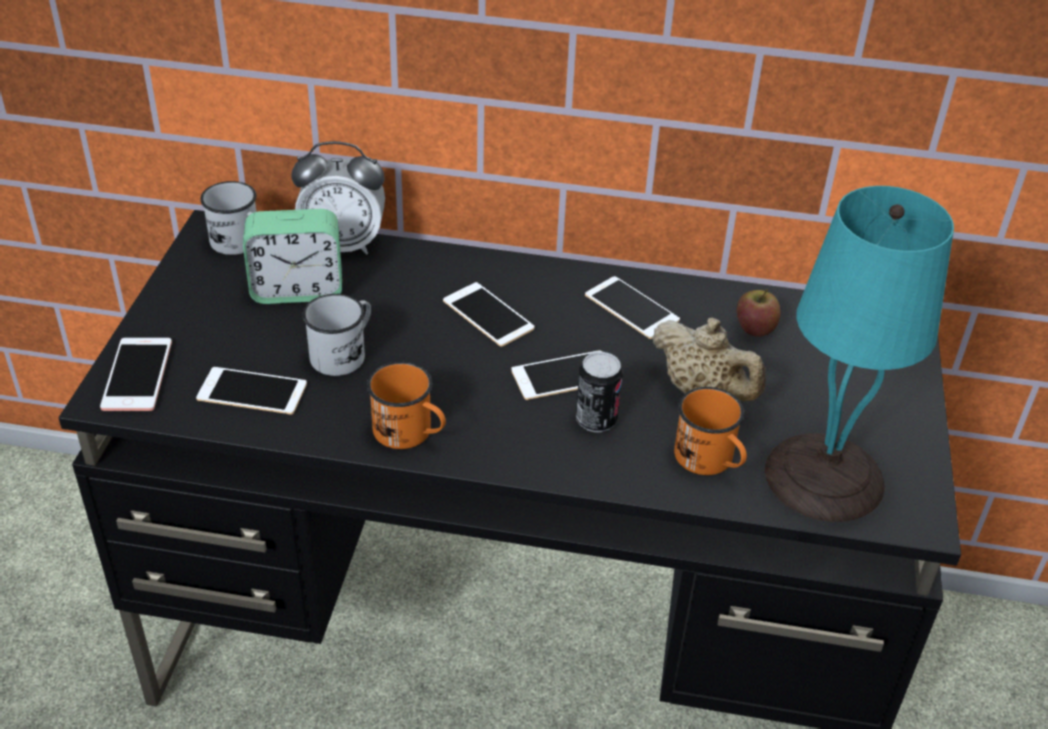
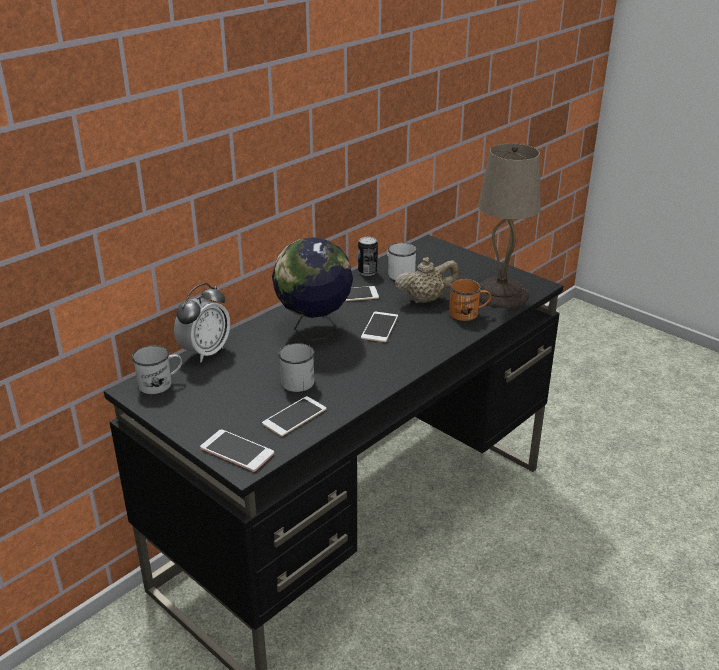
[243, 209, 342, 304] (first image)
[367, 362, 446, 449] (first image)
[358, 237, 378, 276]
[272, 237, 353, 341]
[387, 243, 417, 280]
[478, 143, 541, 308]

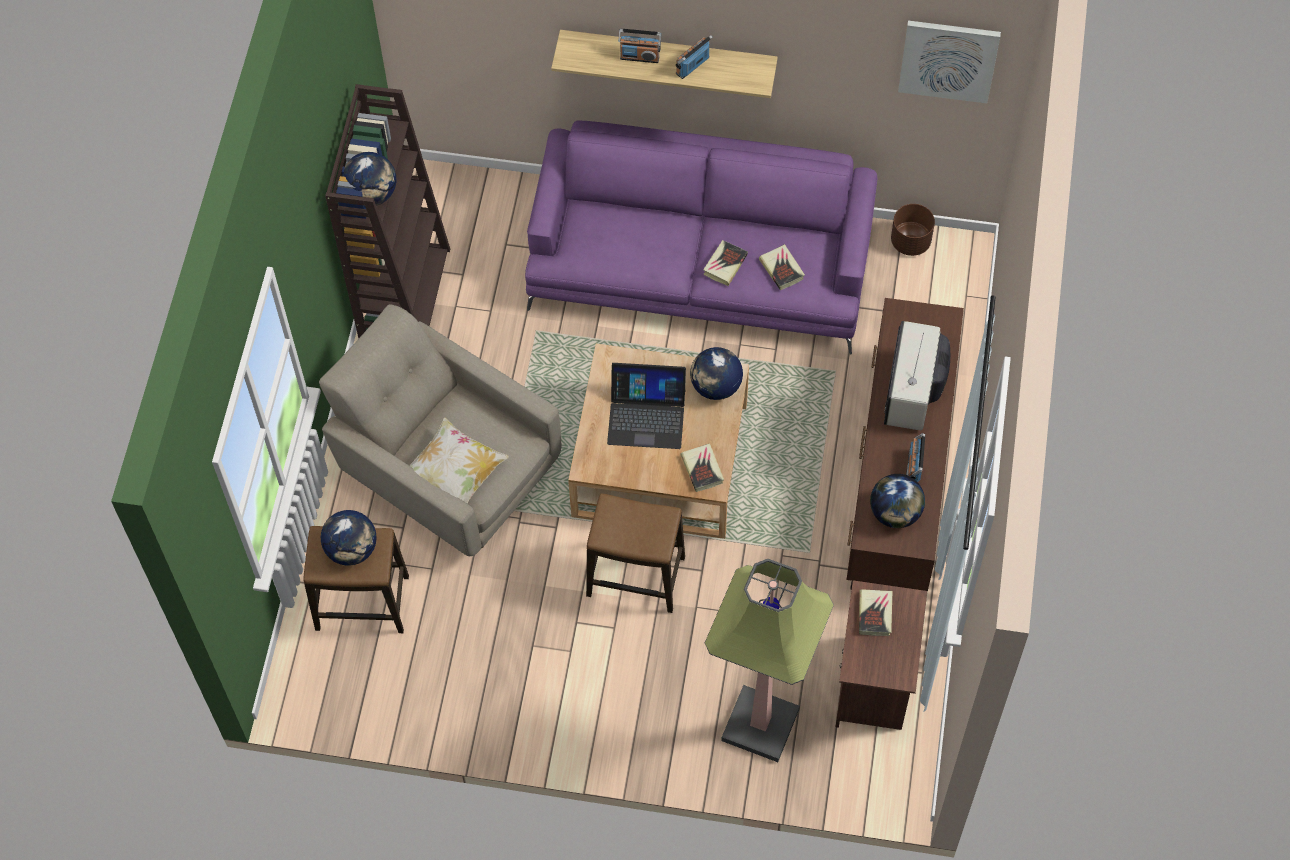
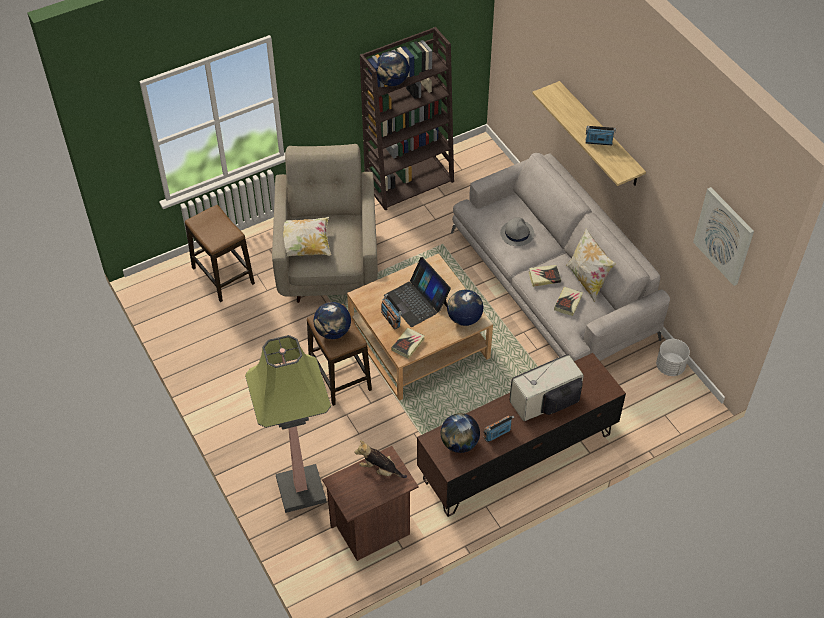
[500, 217, 534, 246]
[566, 228, 616, 302]
[314, 302, 351, 339]
[381, 294, 402, 330]
[354, 440, 407, 478]
[451, 153, 670, 361]
[656, 339, 690, 376]

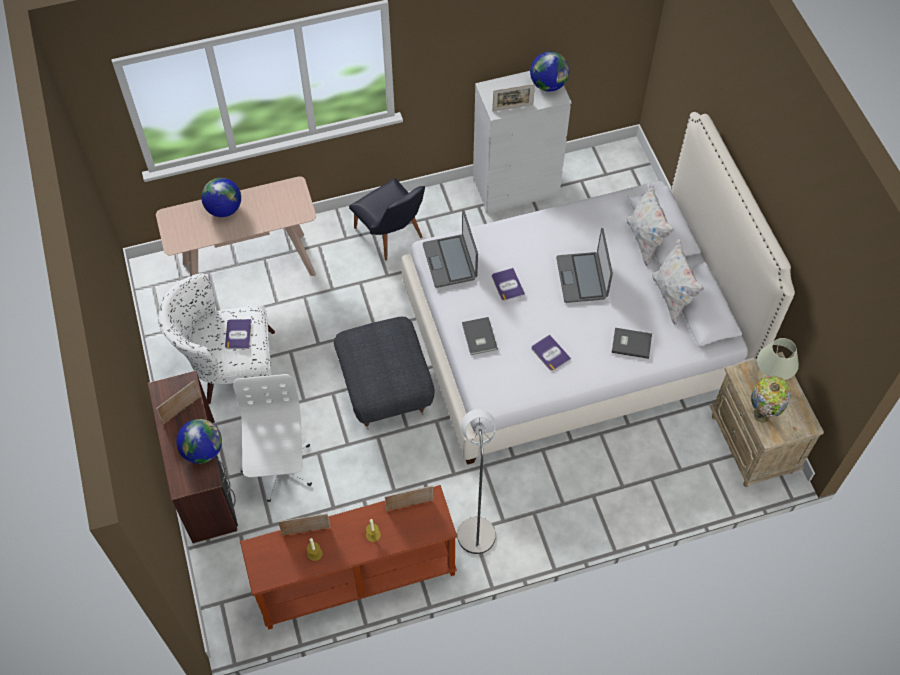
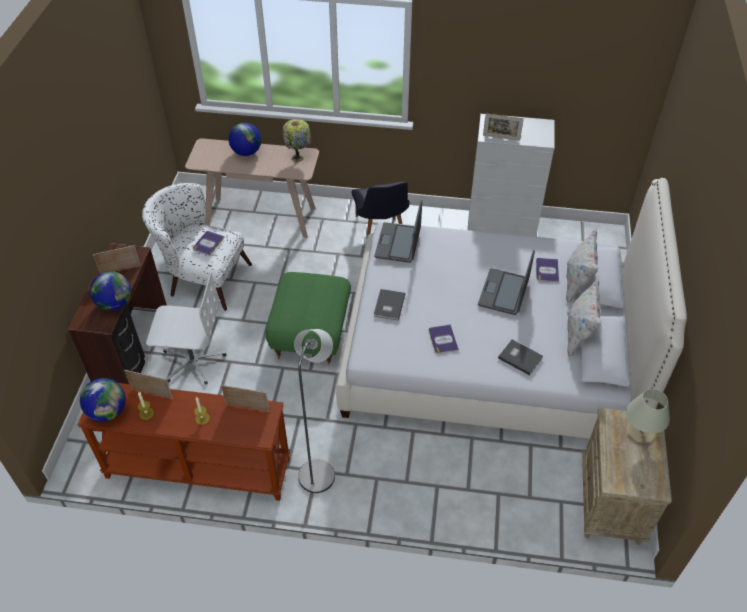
[536, 258, 559, 283]
[80, 378, 126, 422]
[283, 119, 311, 162]
[266, 272, 351, 365]
[146, 272, 226, 385]

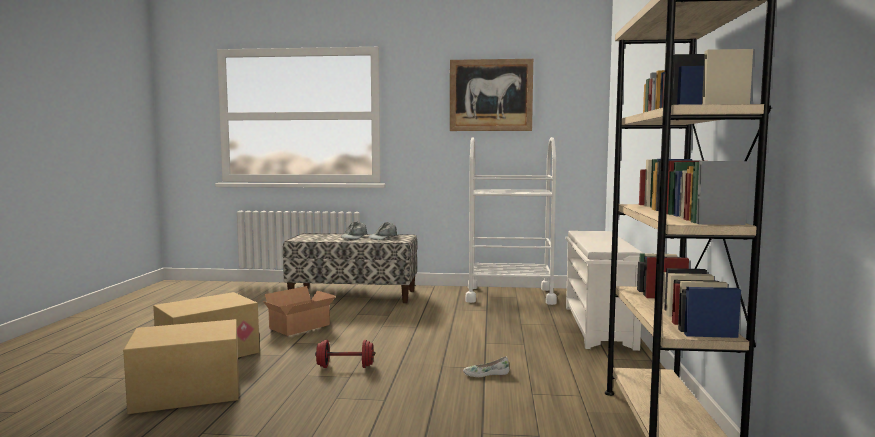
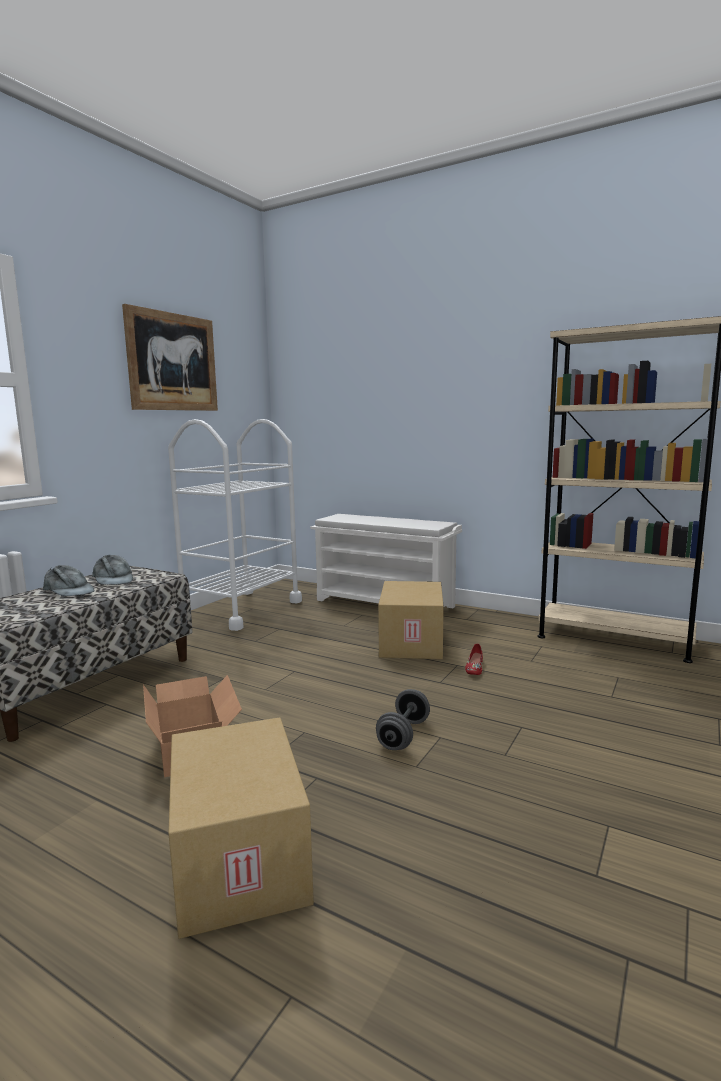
[378, 581, 444, 659]
[376, 689, 430, 750]
[465, 644, 483, 675]

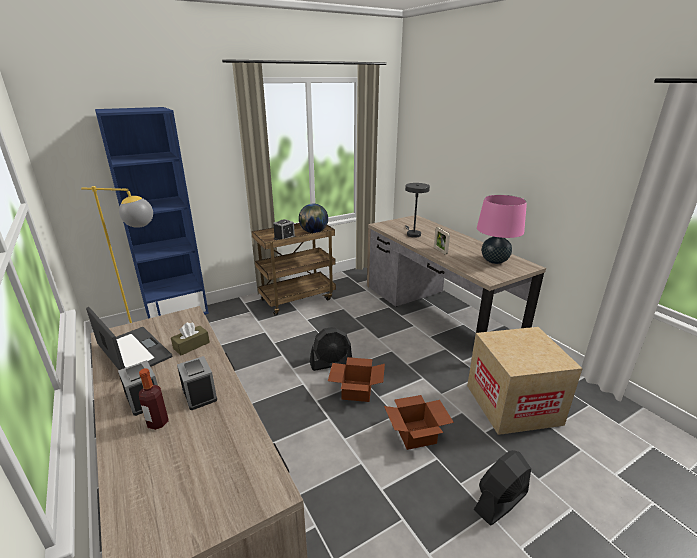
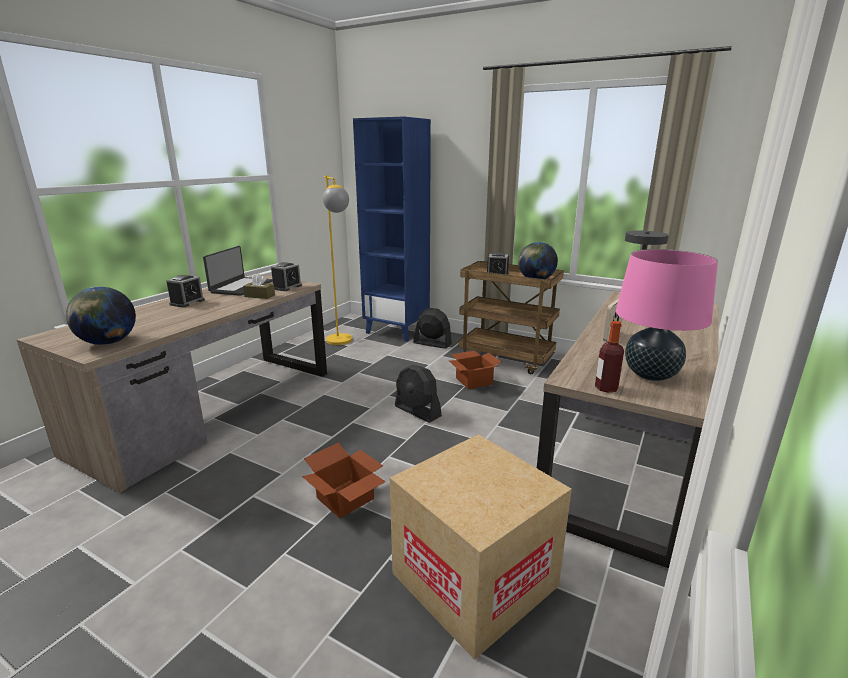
[66, 287, 136, 345]
[595, 321, 624, 393]
[271, 262, 302, 291]
[449, 351, 501, 389]
[413, 308, 452, 349]

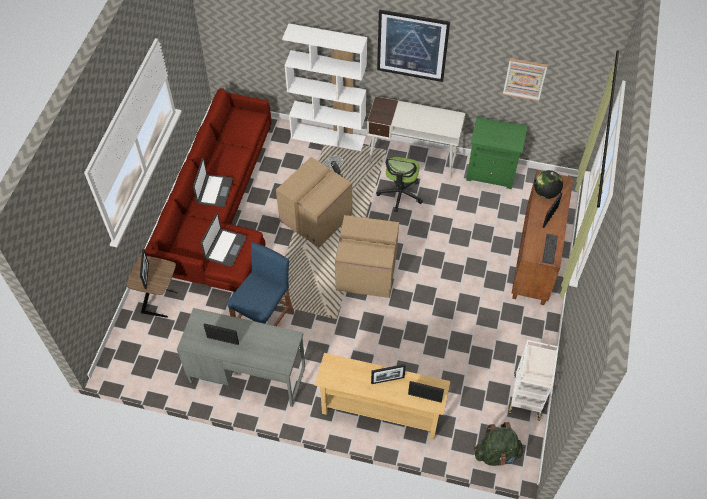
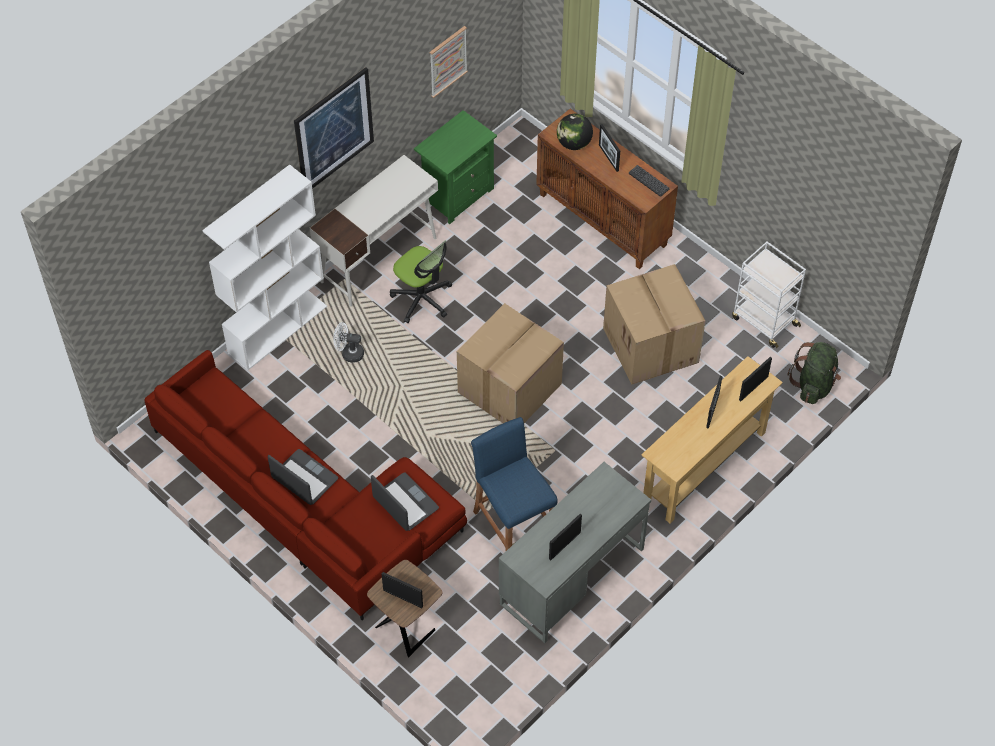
[603, 264, 705, 384]

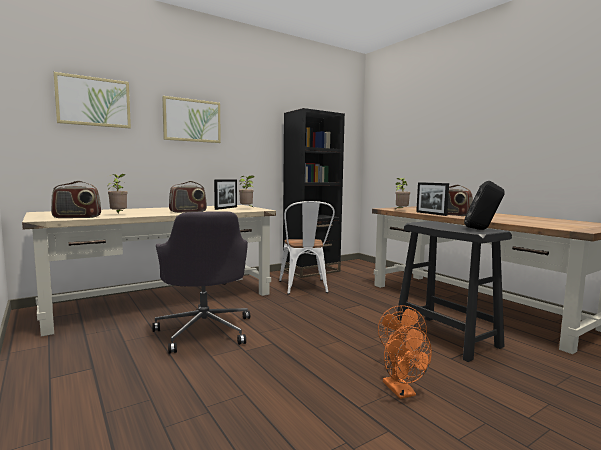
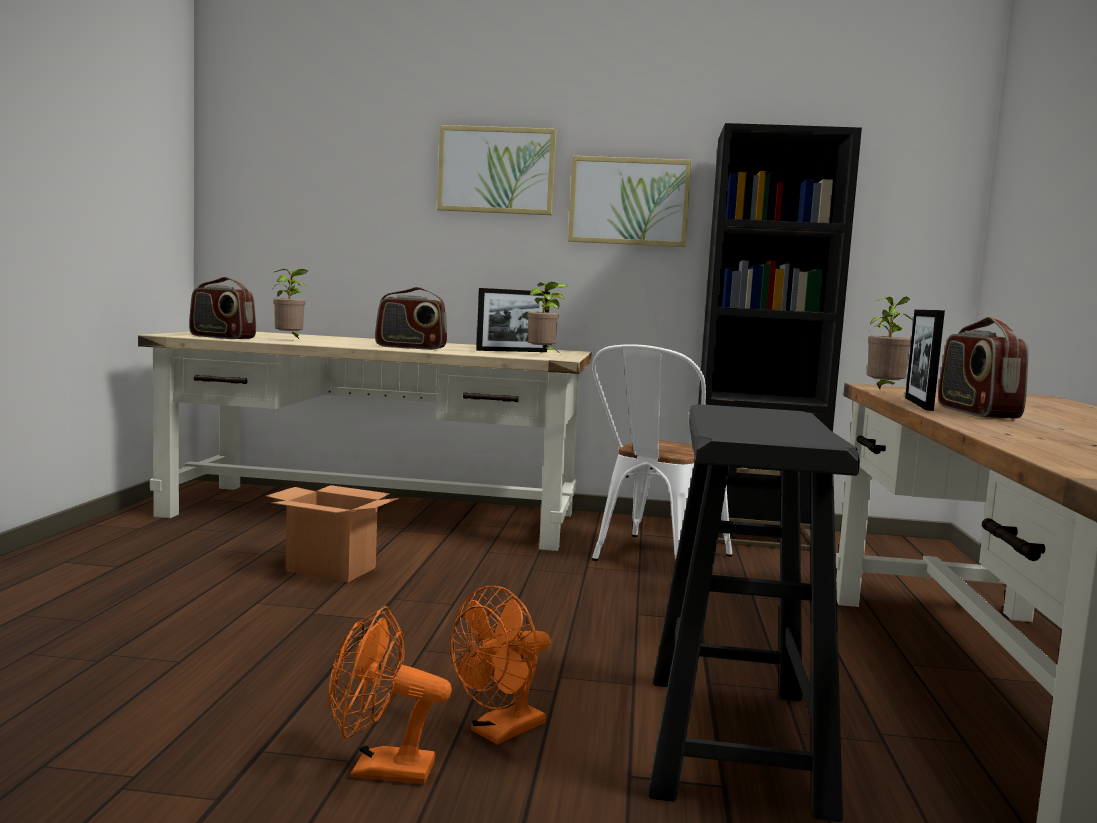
[464, 181, 505, 230] (first image)
[568, 156, 692, 247]
[266, 485, 399, 582]
[329, 606, 452, 784]

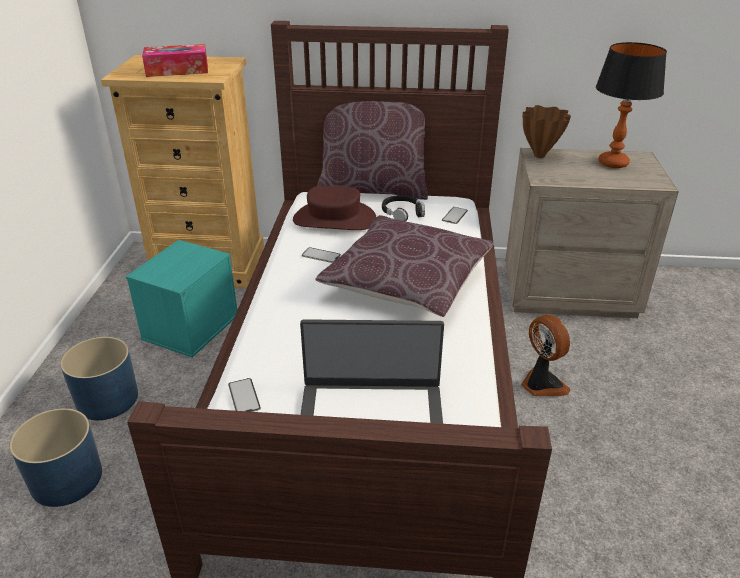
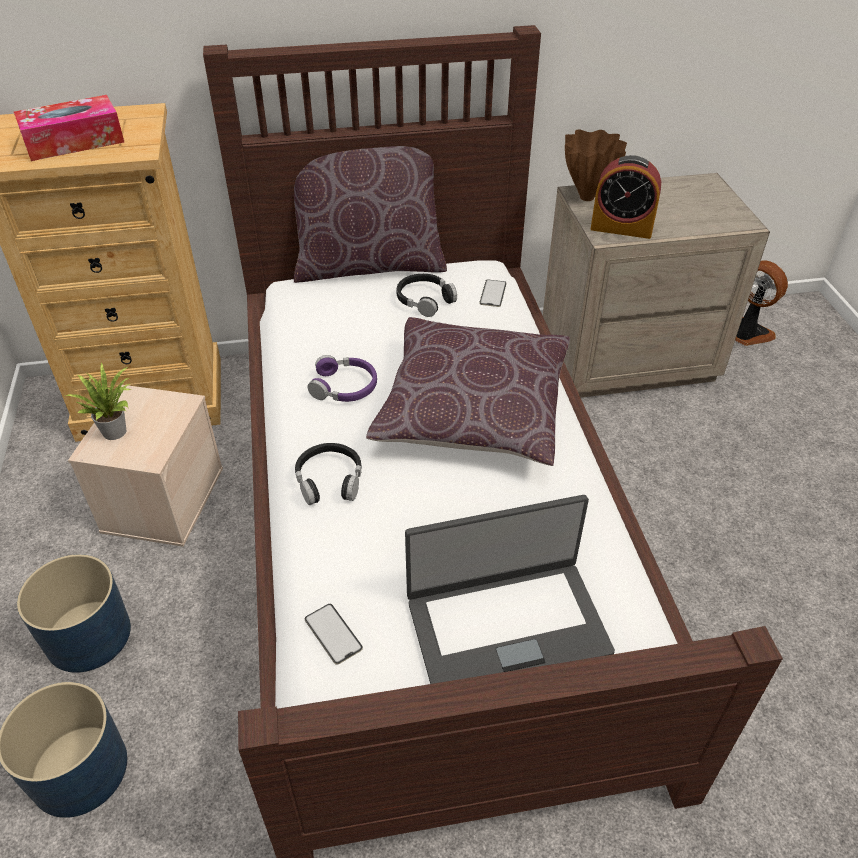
[293, 186, 376, 230] (first image)
[596, 42, 667, 168] (first image)
[65, 363, 131, 440]
[295, 443, 361, 505]
[591, 155, 661, 239]
[735, 260, 788, 346]
[308, 355, 377, 402]
[68, 385, 223, 547]

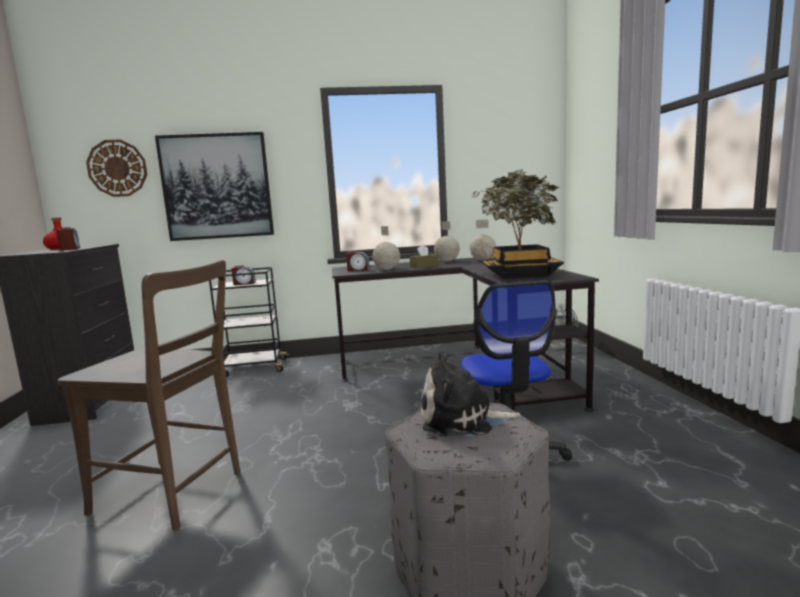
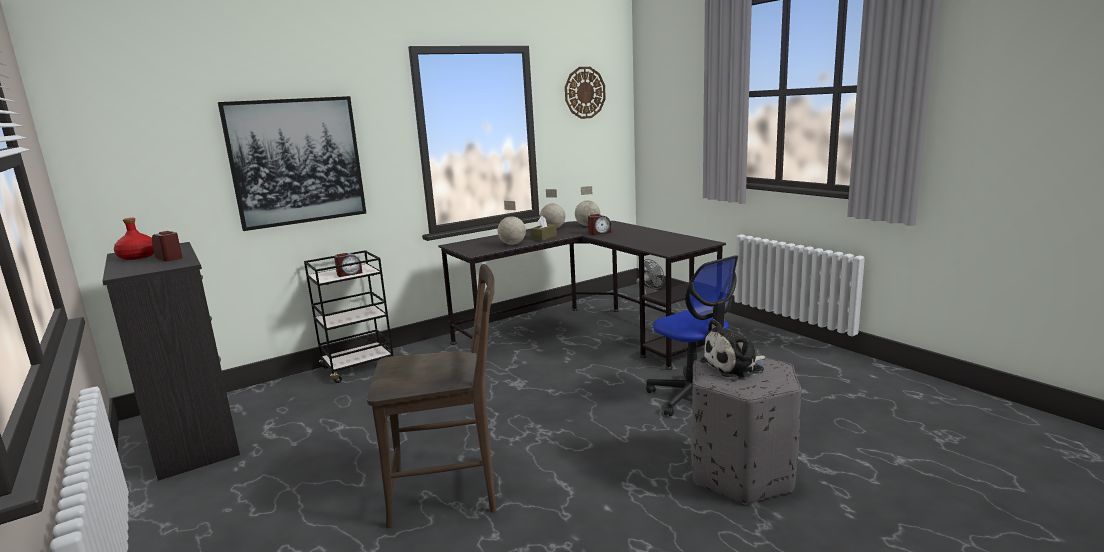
[471, 169, 564, 279] (first image)
[565, 67, 606, 119]
[588, 214, 611, 235]

